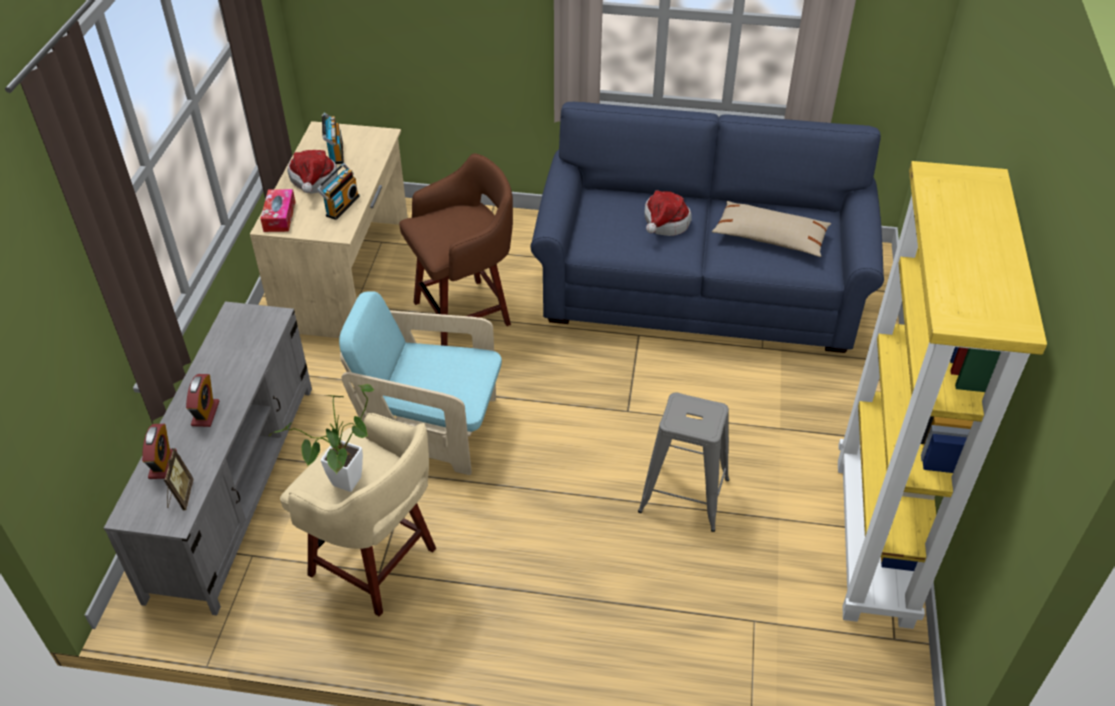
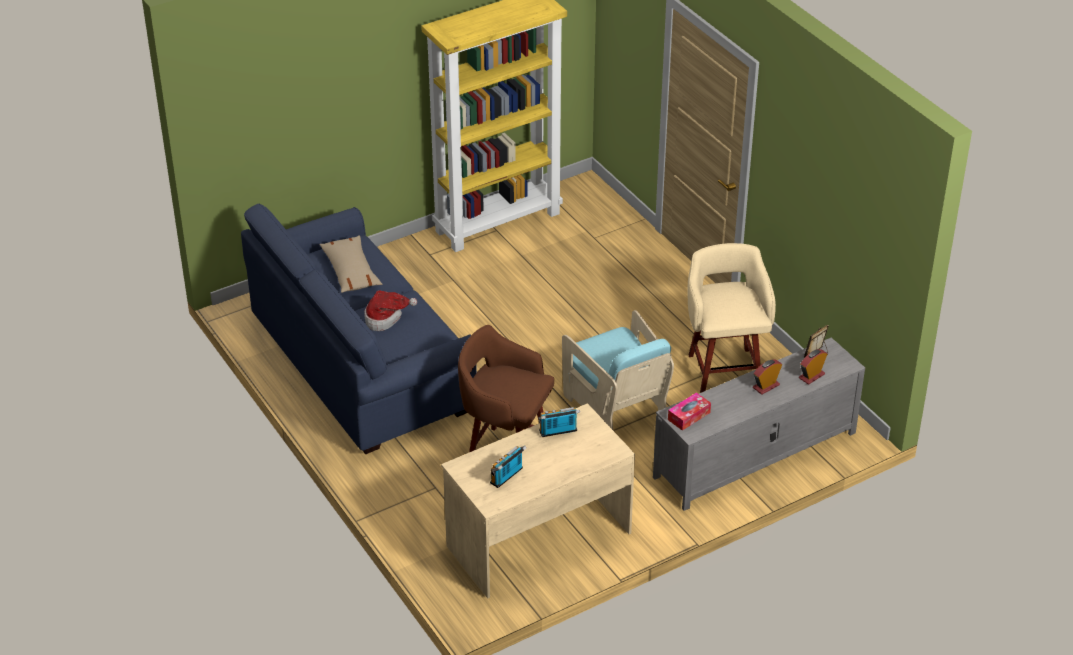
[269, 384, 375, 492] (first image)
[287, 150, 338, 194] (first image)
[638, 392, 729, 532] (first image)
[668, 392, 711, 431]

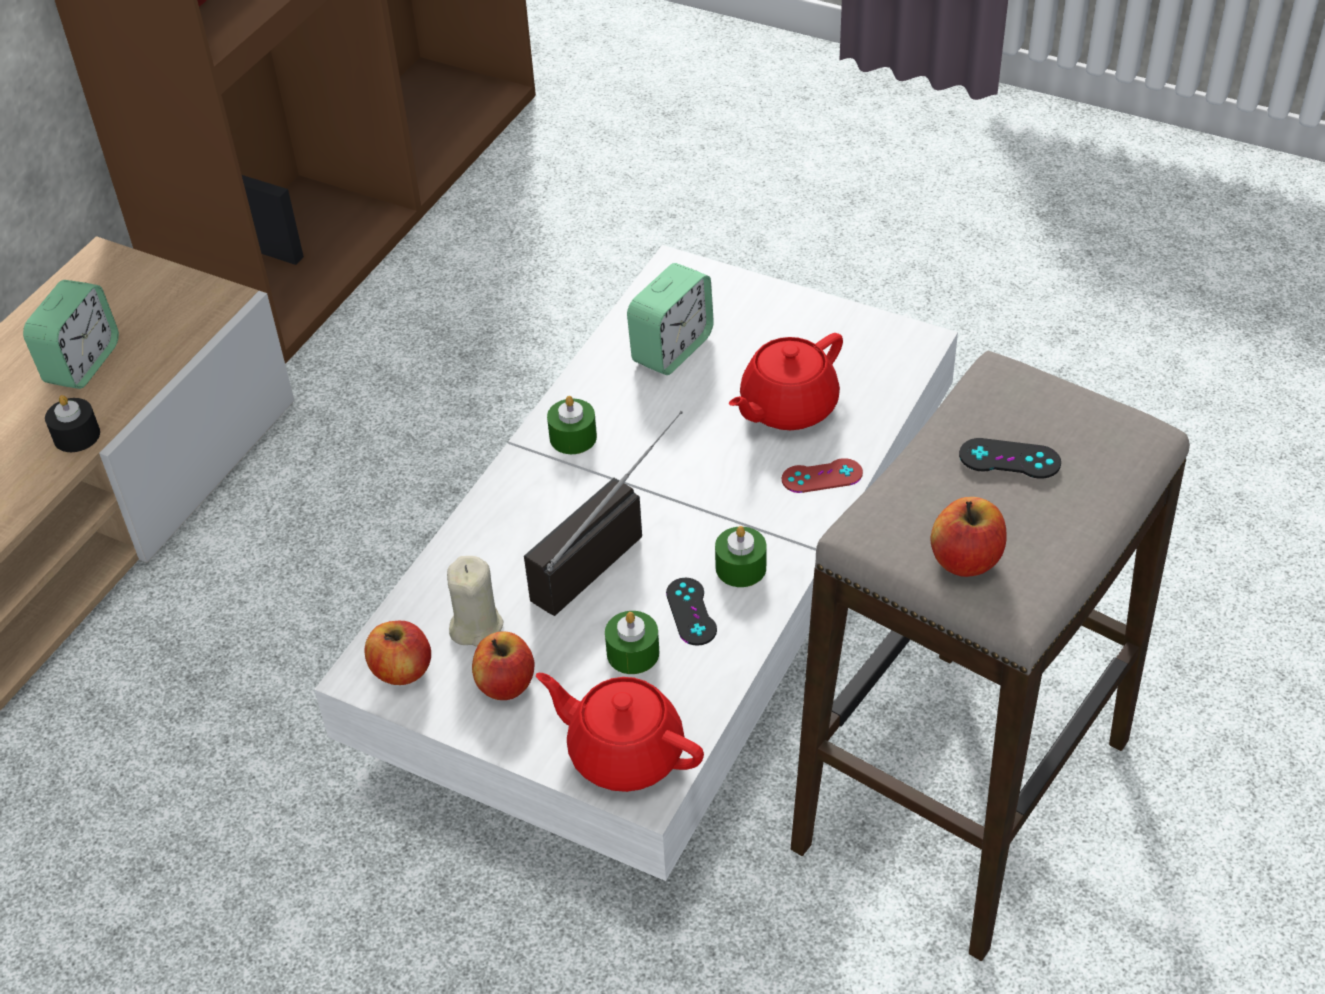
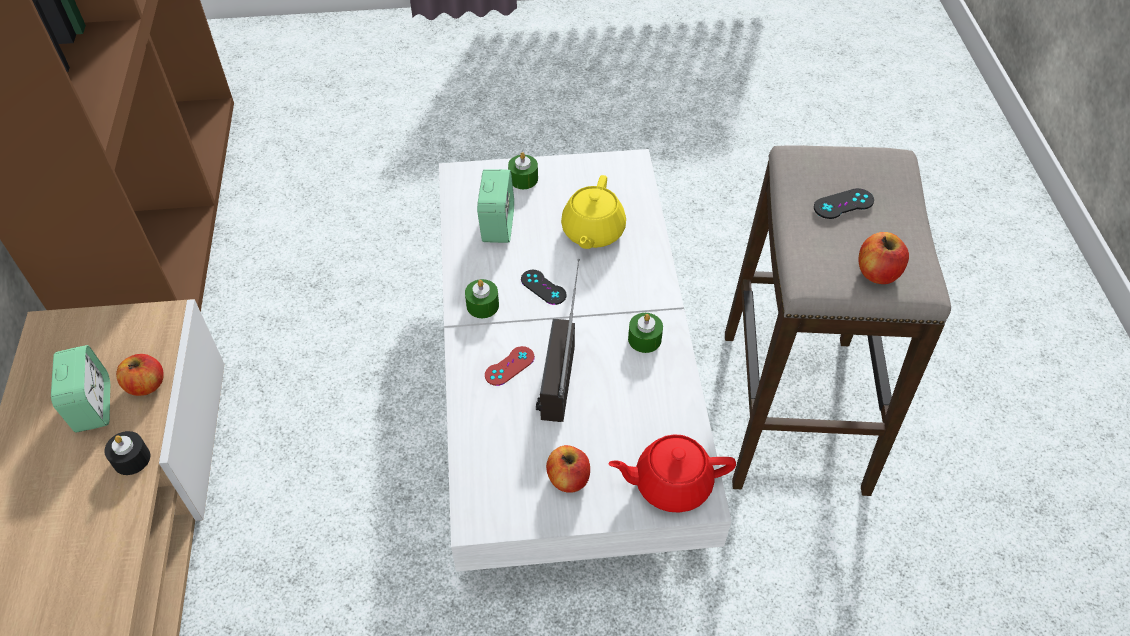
[447, 556, 503, 647] (first image)
[116, 354, 164, 396]
[508, 152, 538, 189]
[521, 270, 567, 305]
[485, 346, 535, 386]
[561, 175, 626, 249]

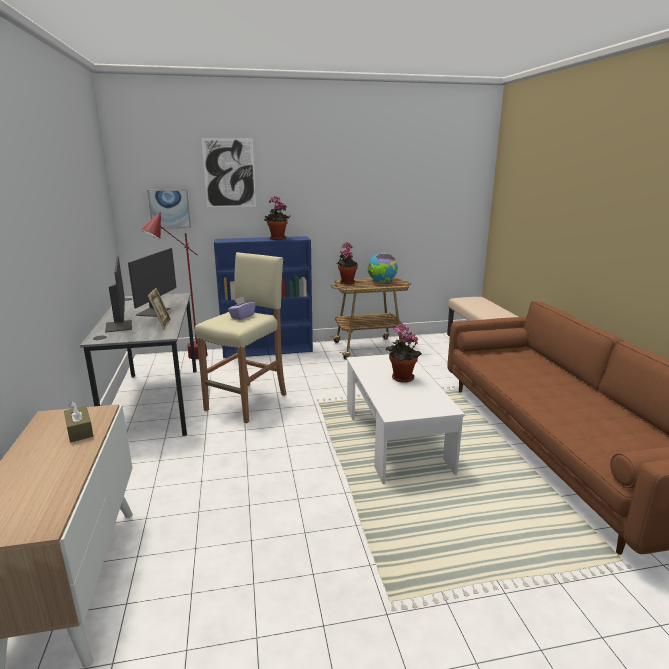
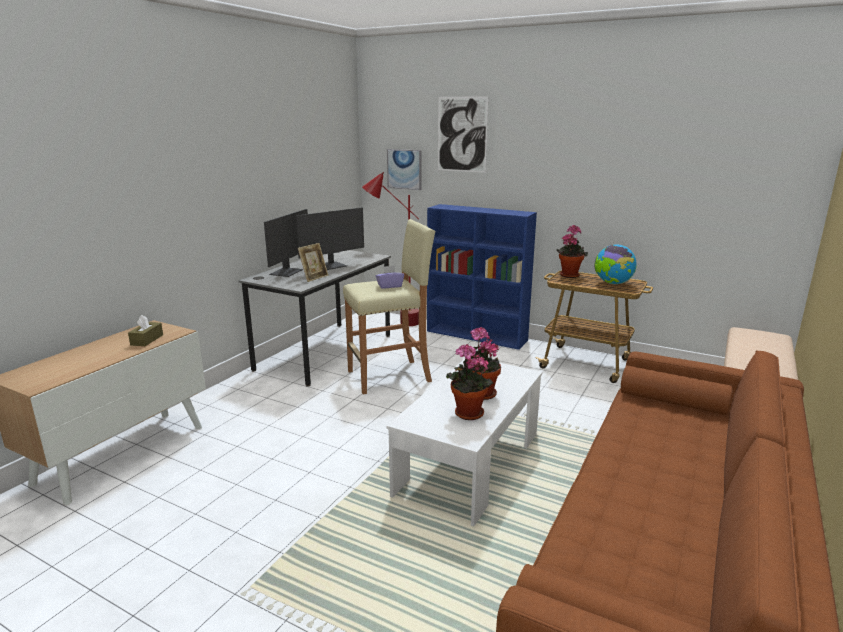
[446, 344, 493, 420]

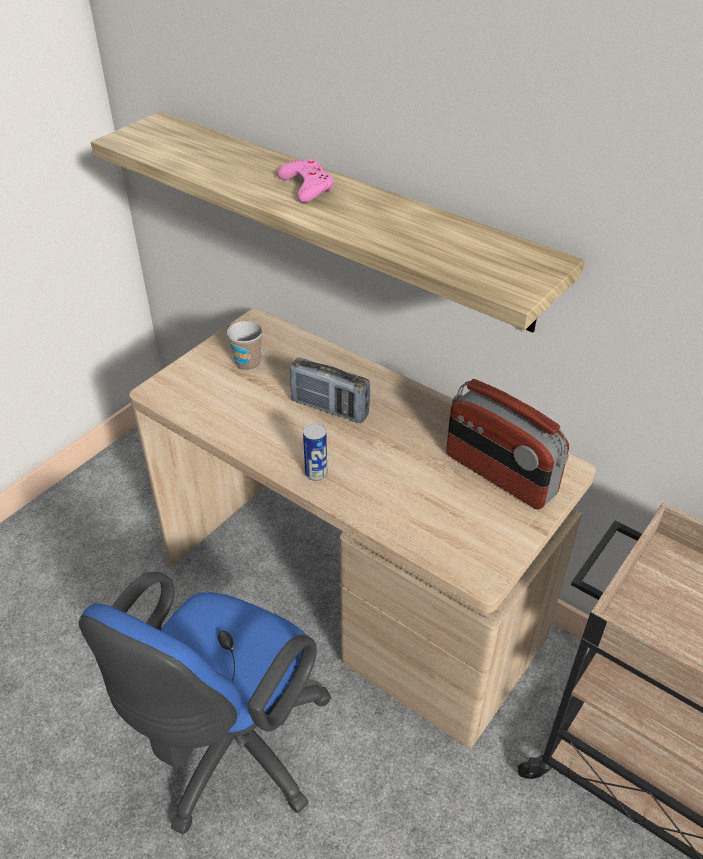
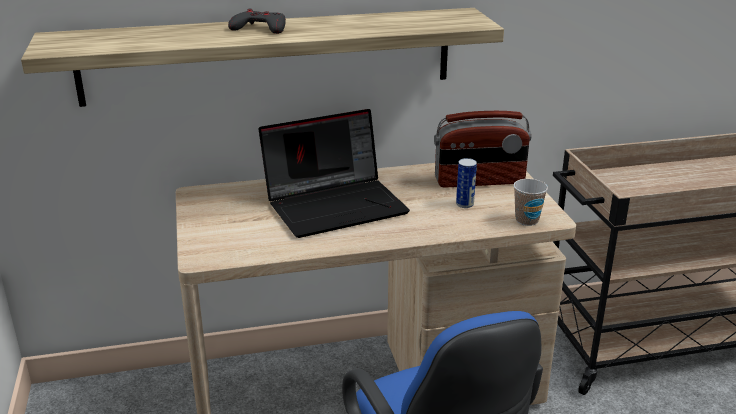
[513, 179, 548, 226]
[456, 158, 477, 208]
[259, 109, 410, 238]
[228, 9, 286, 34]

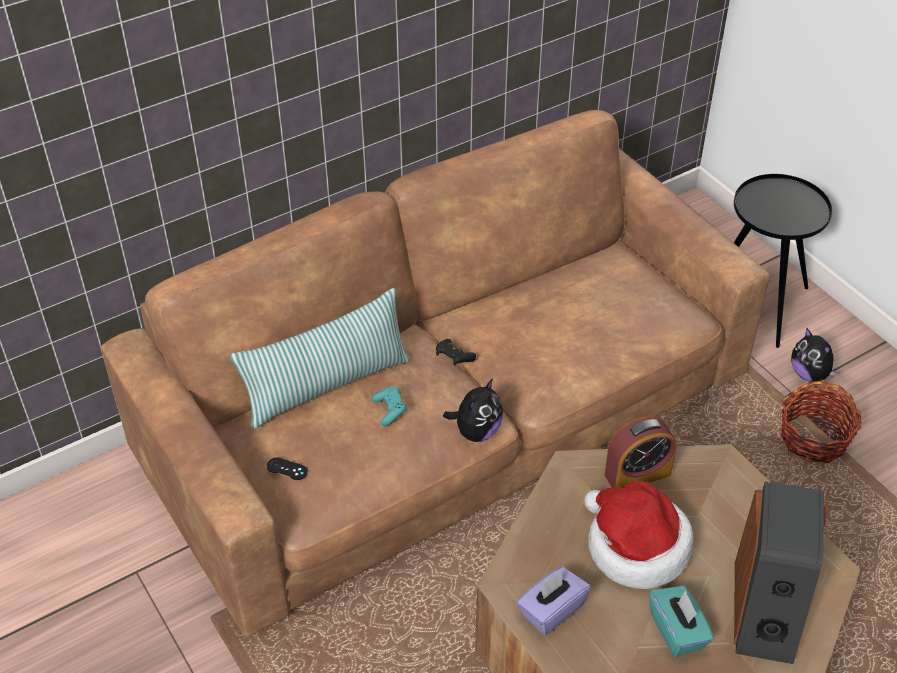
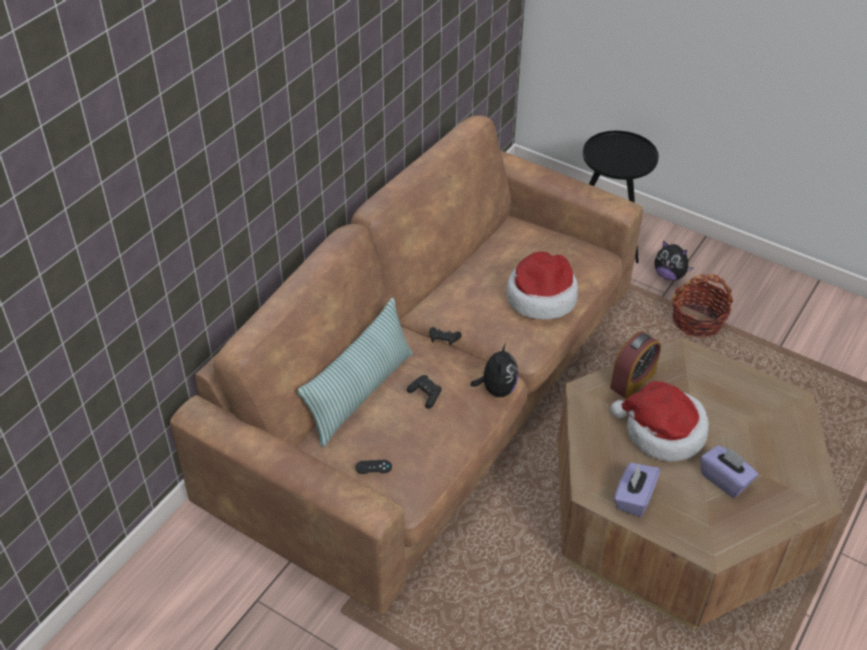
[734, 481, 828, 664] (first image)
[506, 252, 578, 320]
[407, 375, 442, 409]
[700, 445, 758, 498]

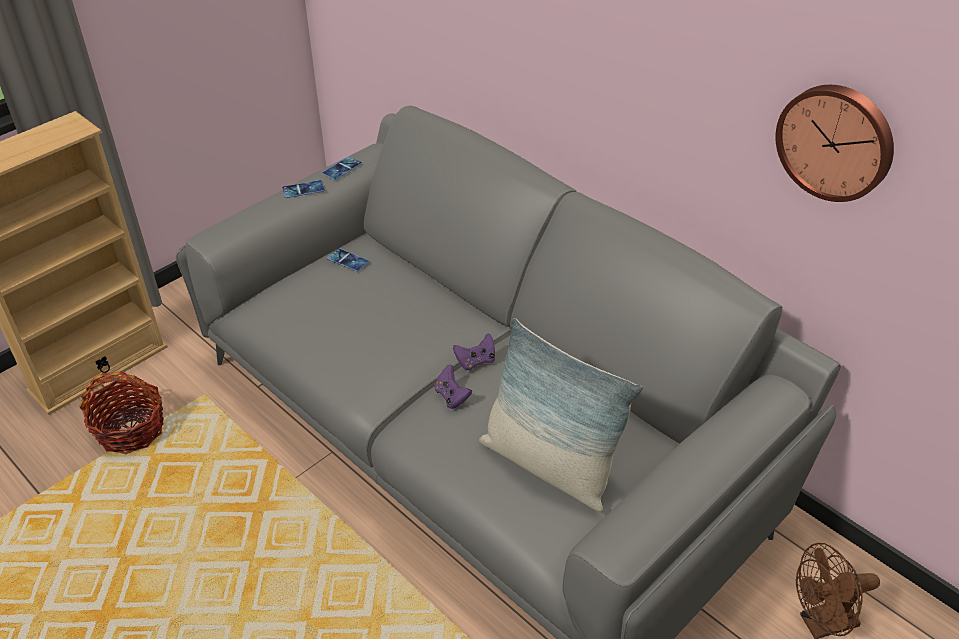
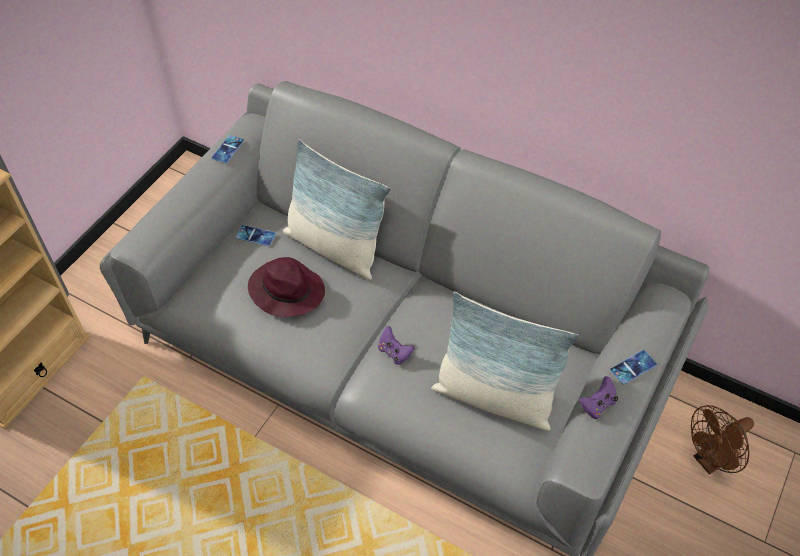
[79, 372, 164, 454] (first image)
[775, 85, 894, 202] (first image)
[248, 257, 325, 317]
[283, 139, 391, 280]
[610, 350, 657, 385]
[579, 376, 618, 419]

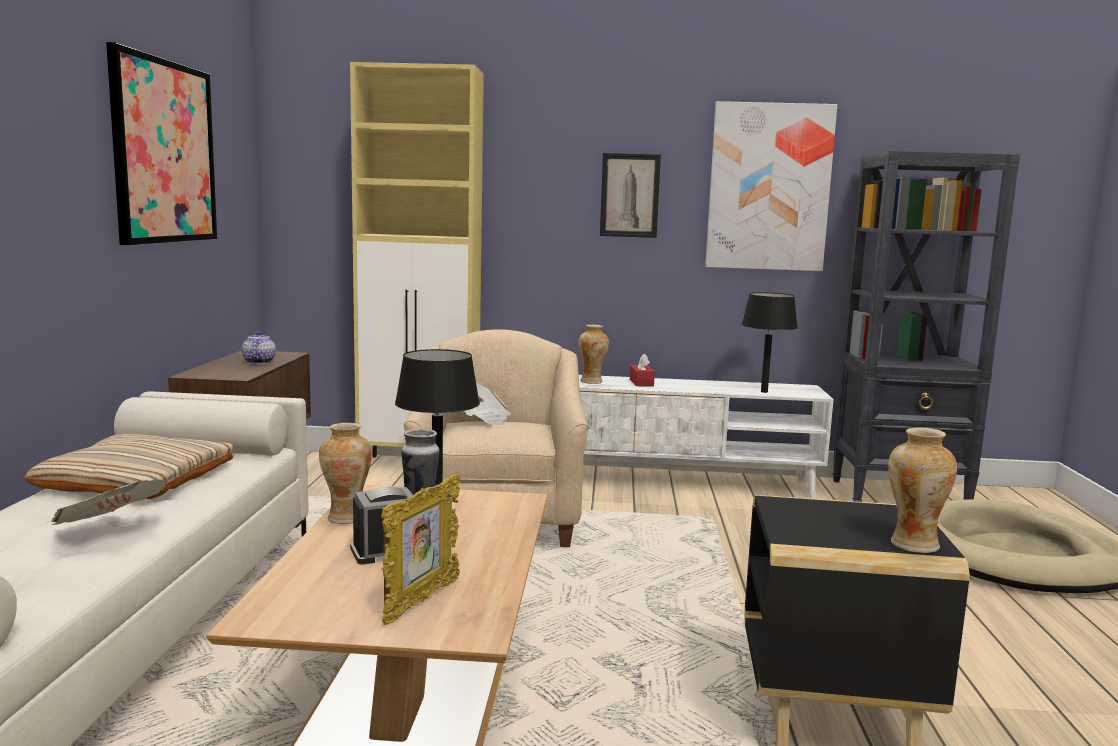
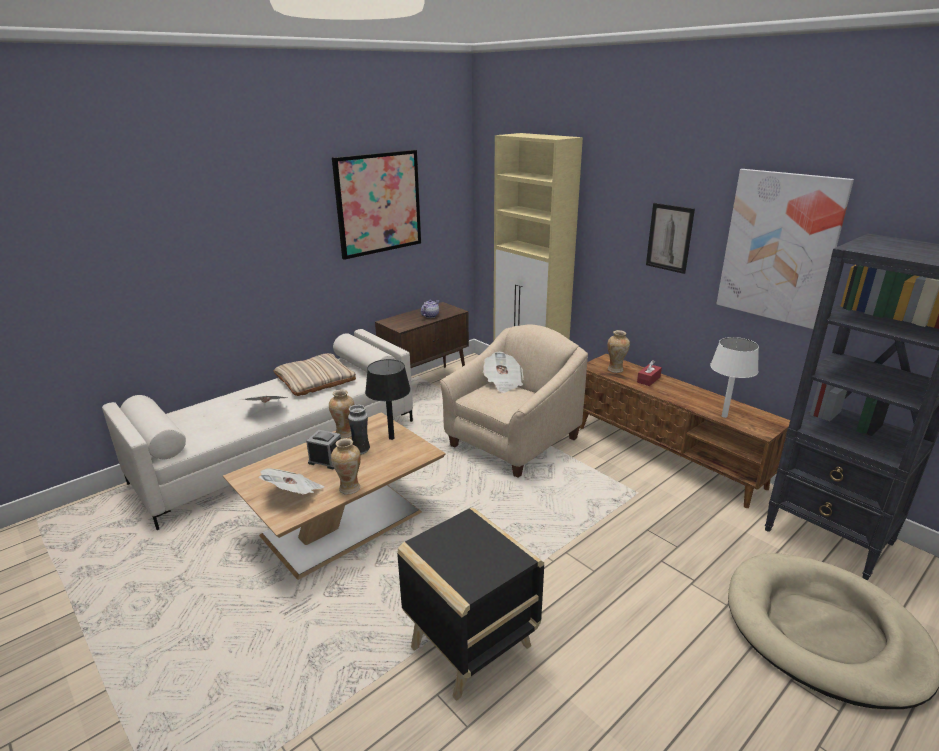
[331, 438, 361, 495]
[259, 468, 324, 495]
[580, 354, 790, 508]
[710, 337, 759, 418]

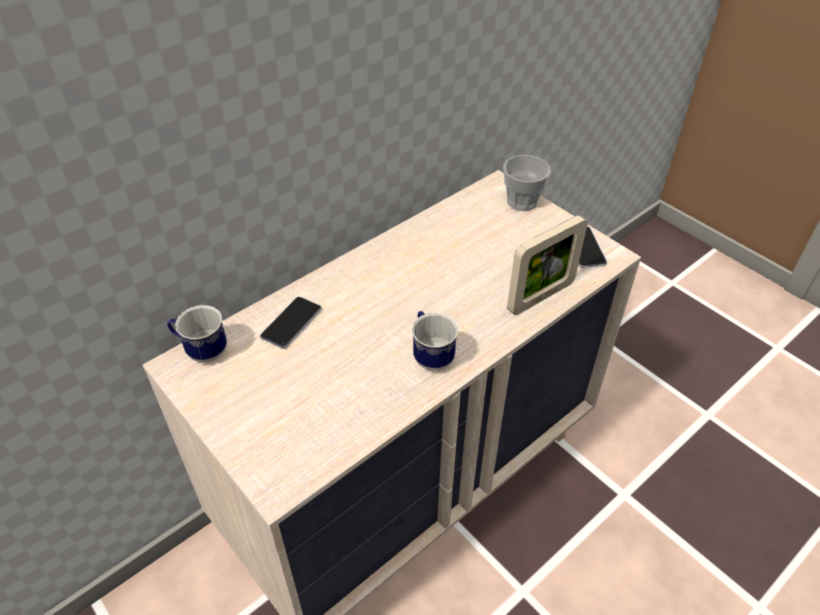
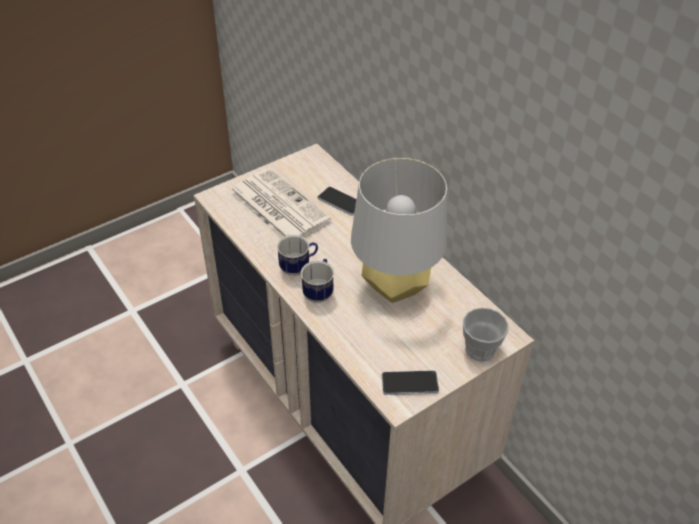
[507, 215, 588, 315] (first image)
[229, 168, 331, 239]
[351, 158, 447, 303]
[301, 259, 334, 303]

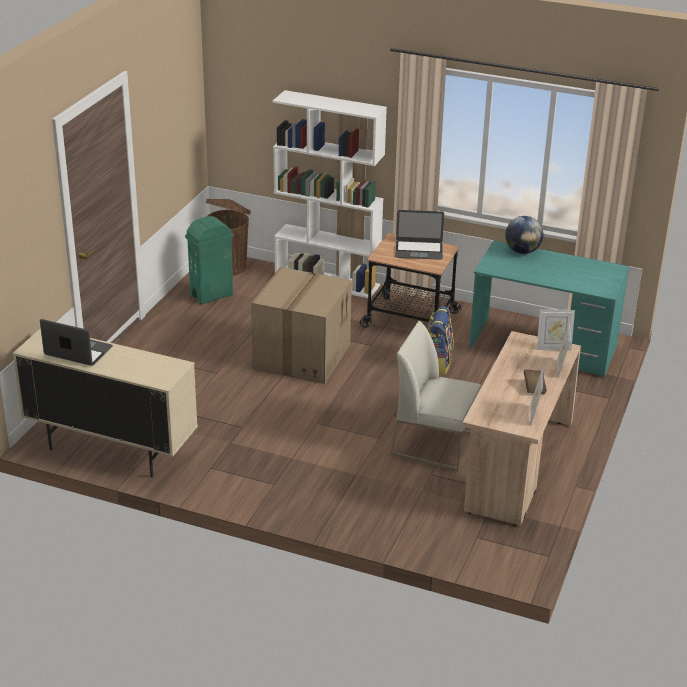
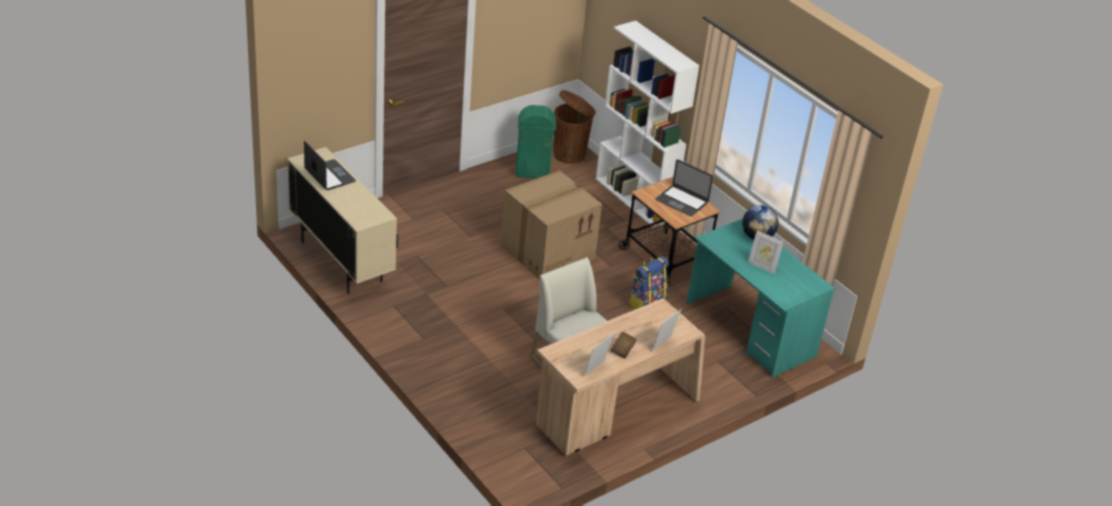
[748, 230, 784, 274]

